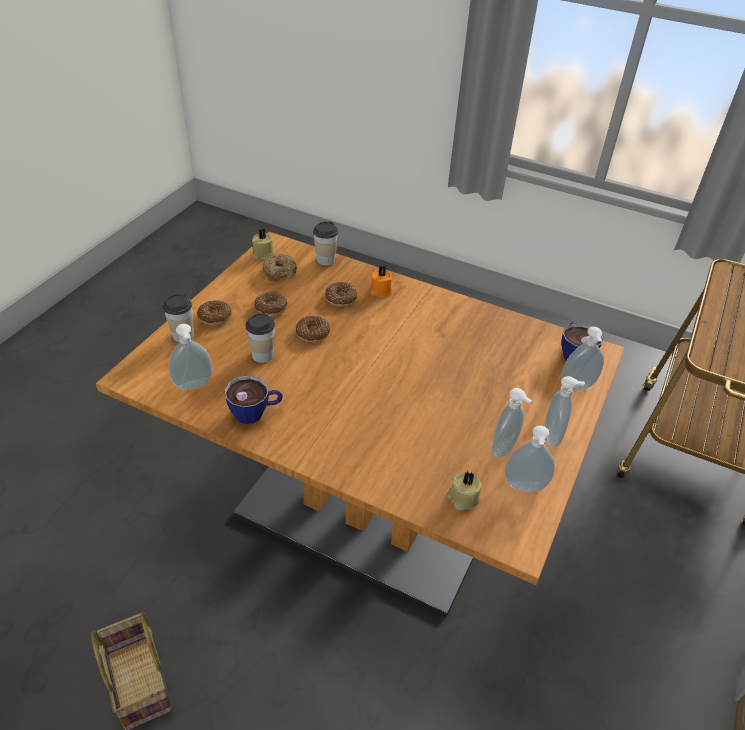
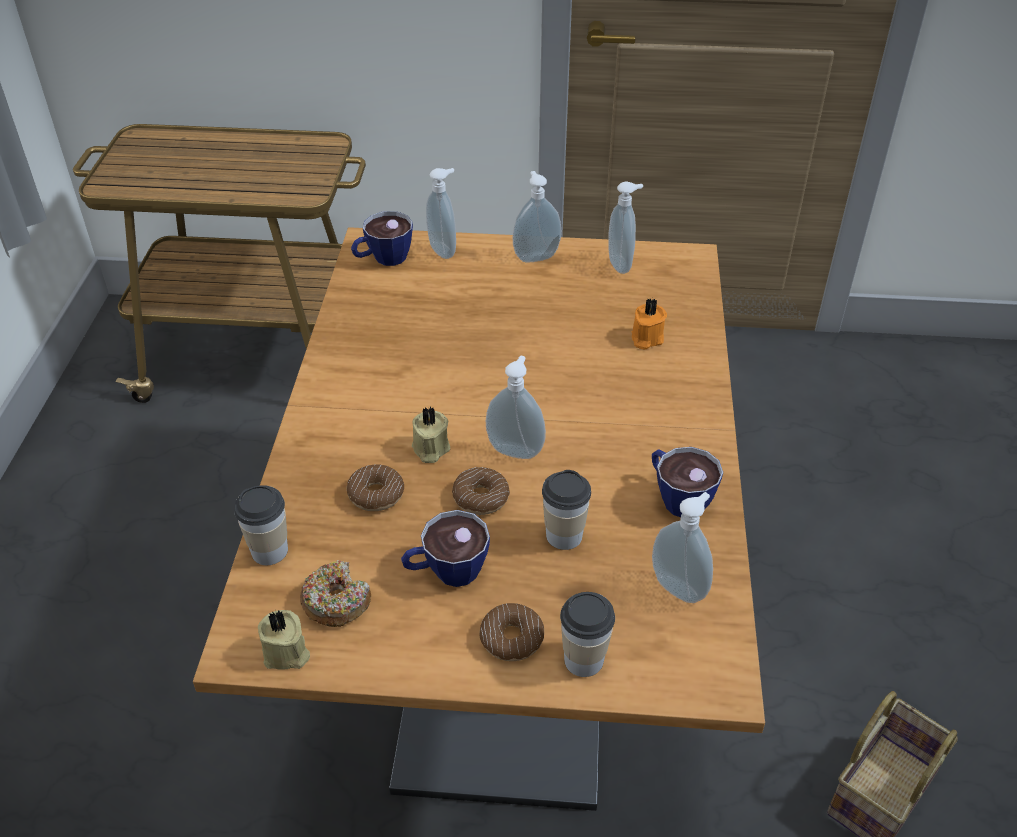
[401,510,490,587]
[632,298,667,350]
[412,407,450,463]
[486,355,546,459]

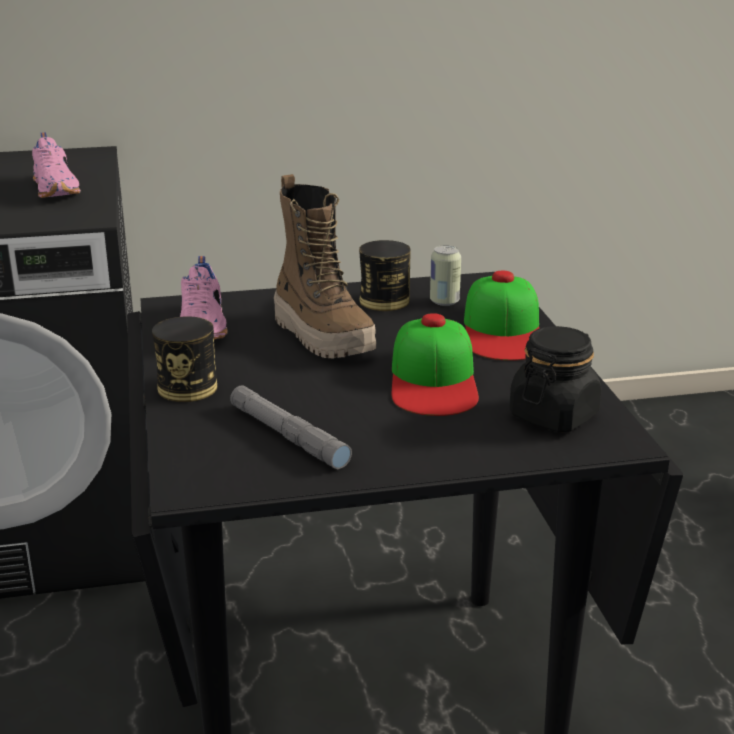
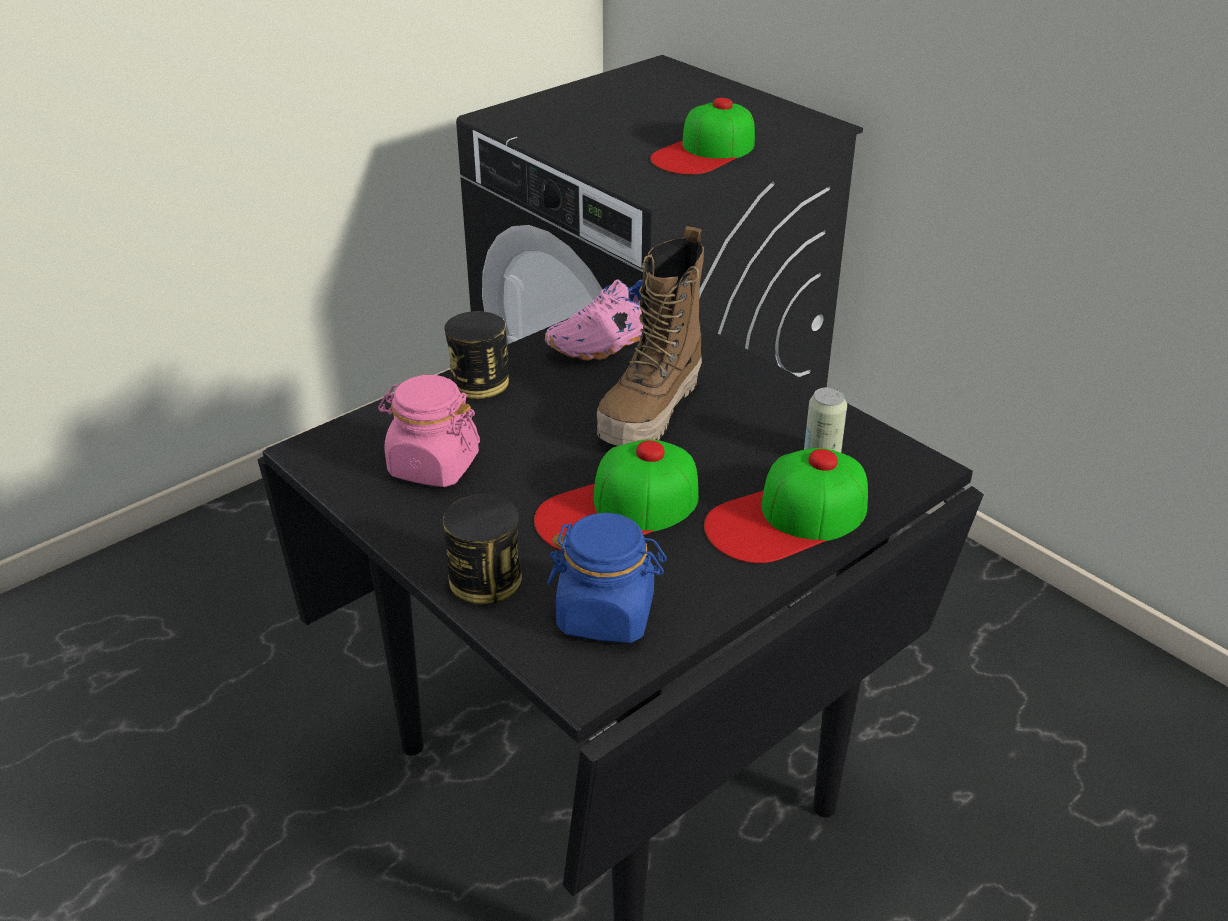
[650,98,755,175]
[378,375,480,487]
[443,494,522,605]
[548,513,667,643]

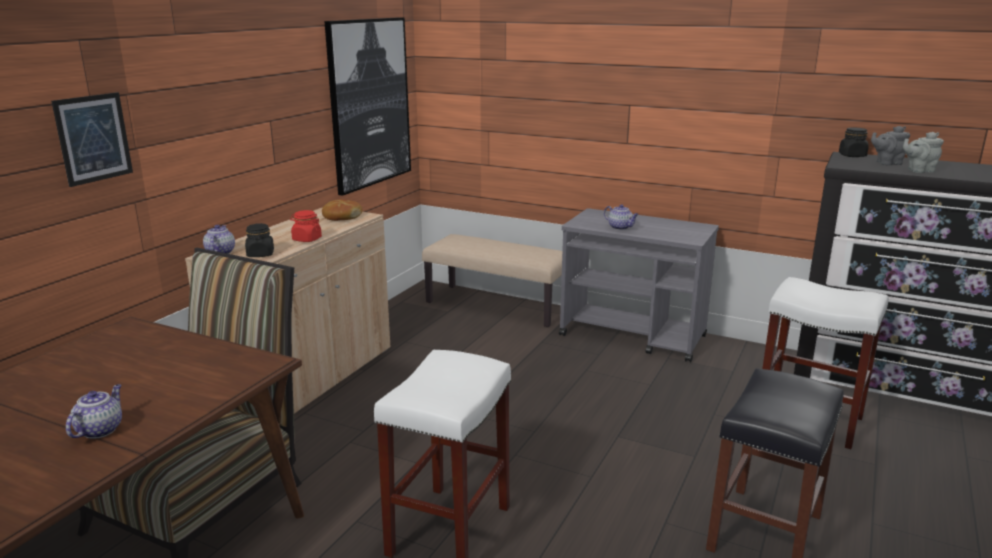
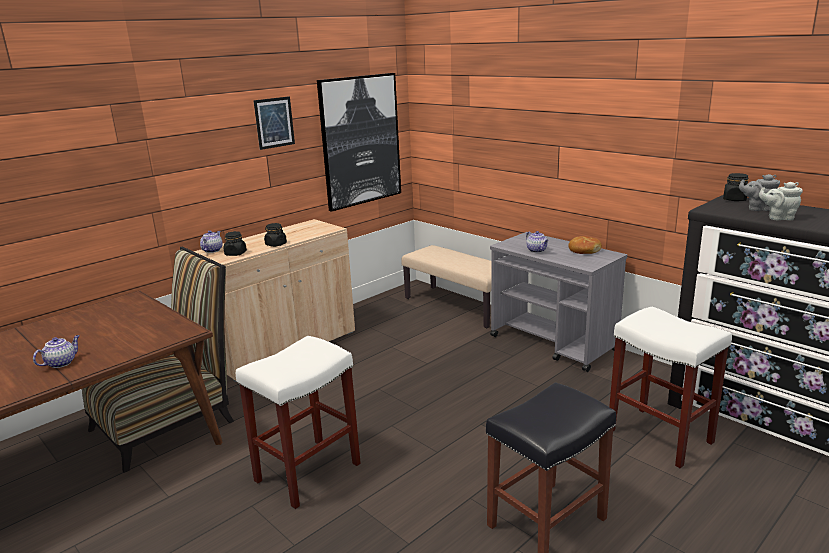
[253,96,295,150]
[264,223,287,247]
[568,236,602,254]

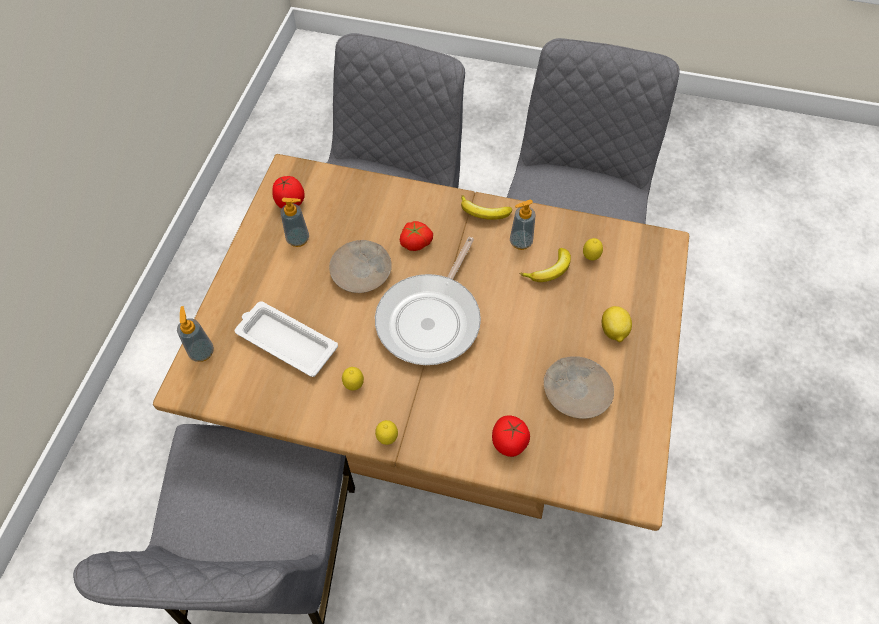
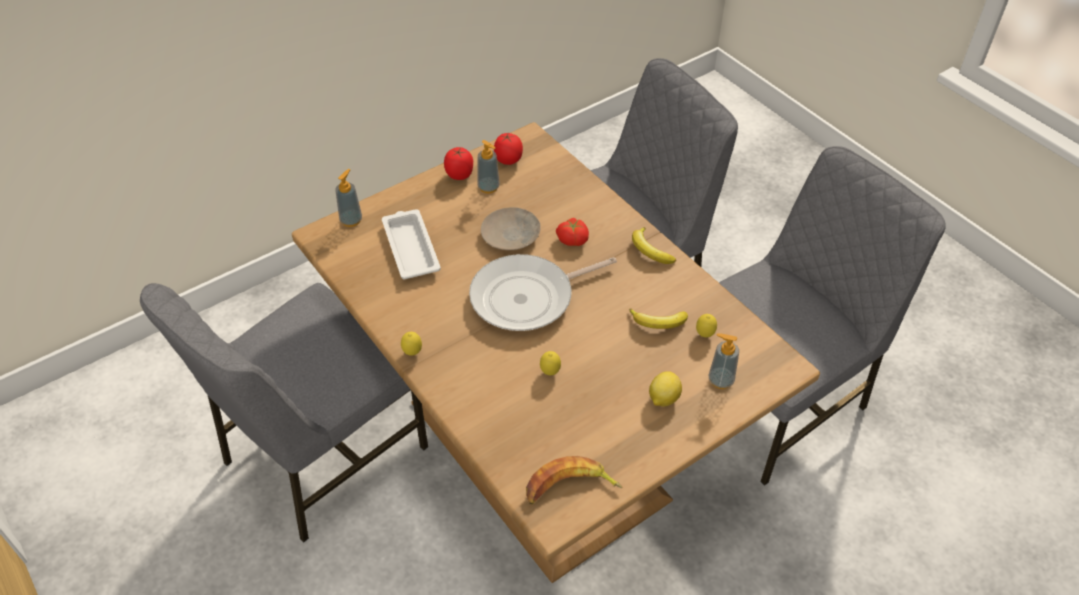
[540,351,561,375]
[444,147,473,180]
[709,333,739,389]
[544,356,614,419] (first image)
[526,456,622,504]

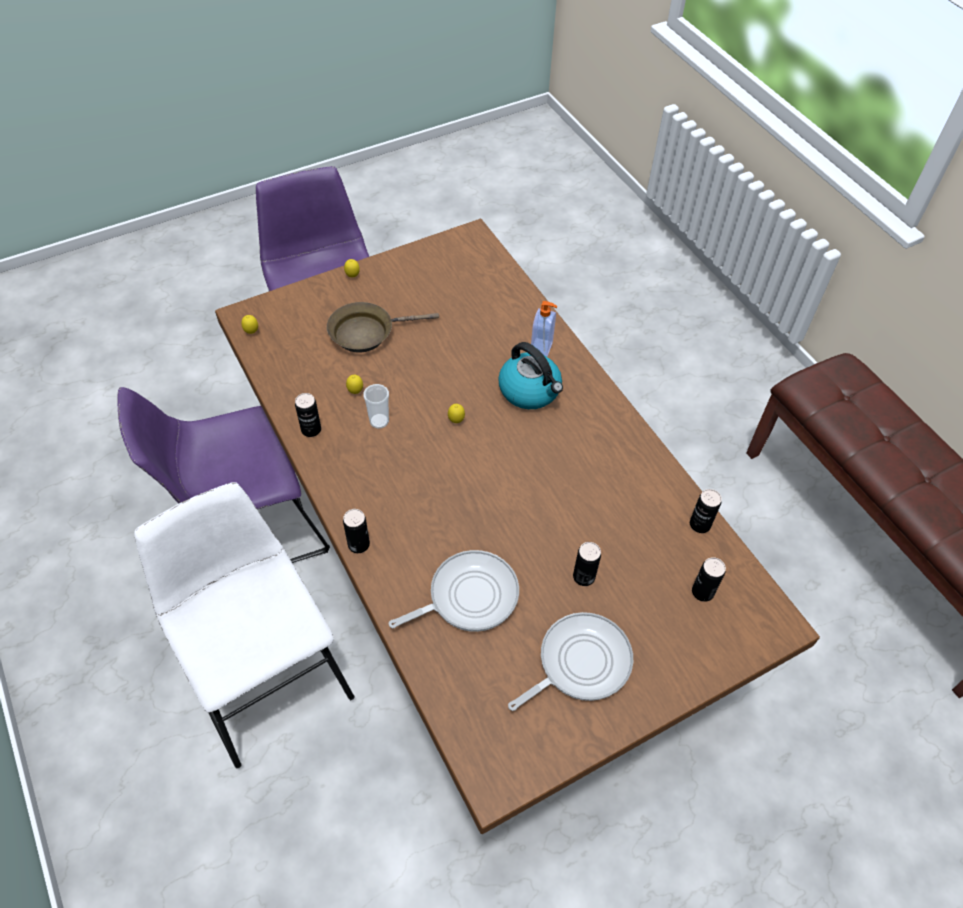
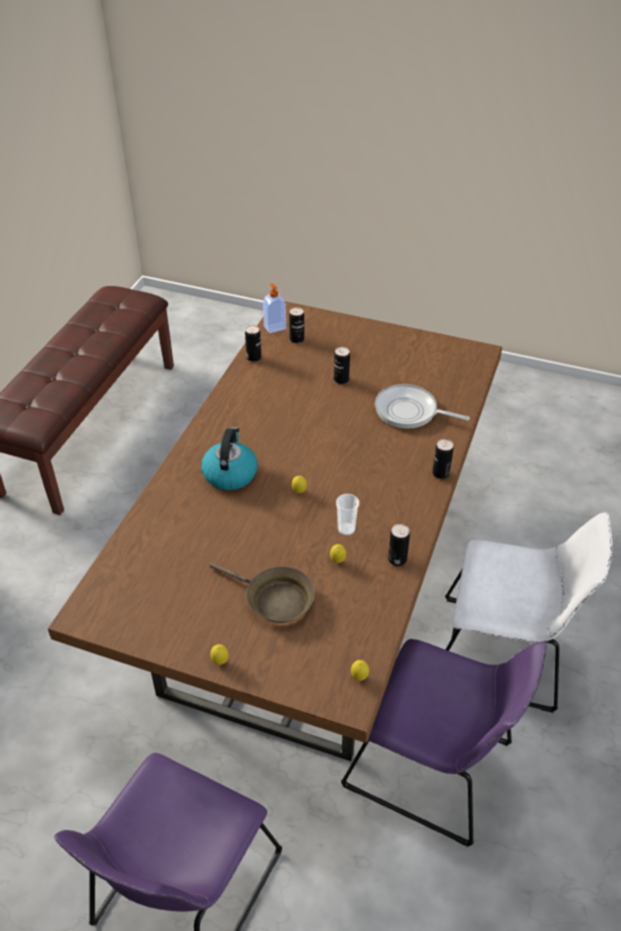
[445,512,612,713]
[508,612,633,711] (first image)
[263,283,286,333]

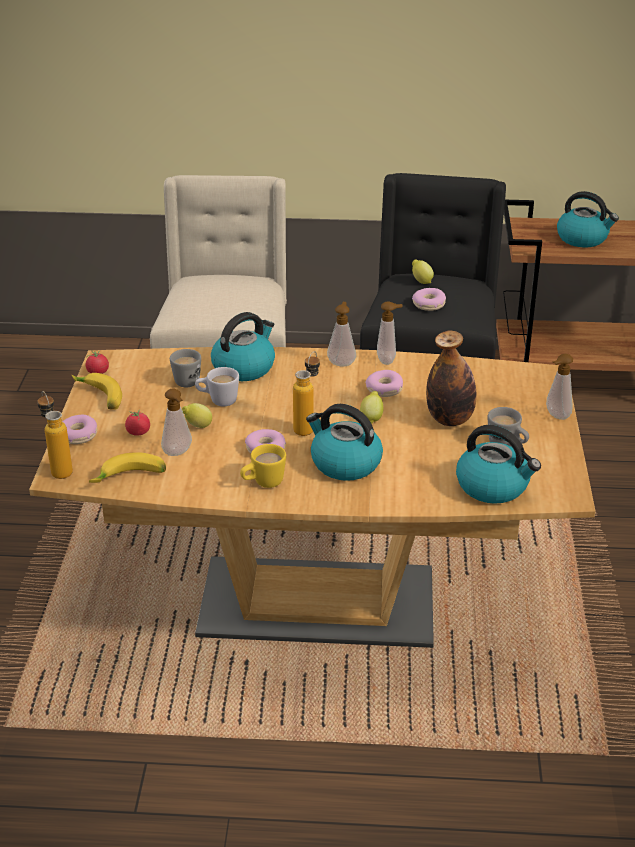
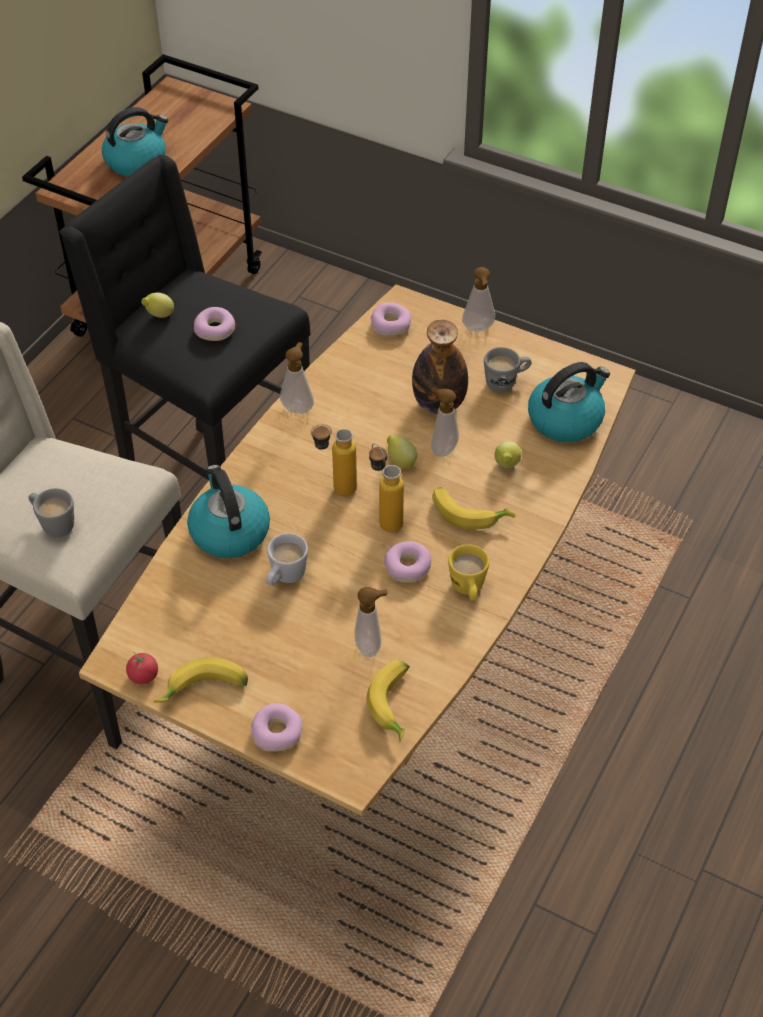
[311,424,357,496]
[125,410,150,436] (first image)
[28,488,74,537]
[494,441,522,468]
[432,487,515,530]
[431,387,459,457]
[370,302,411,336]

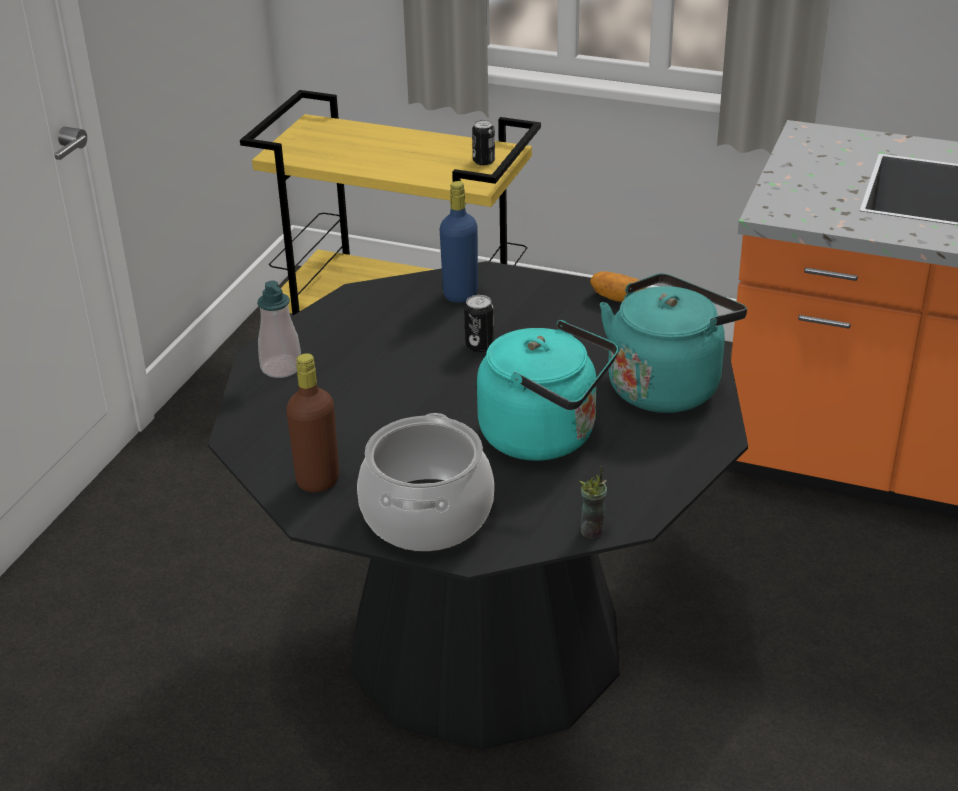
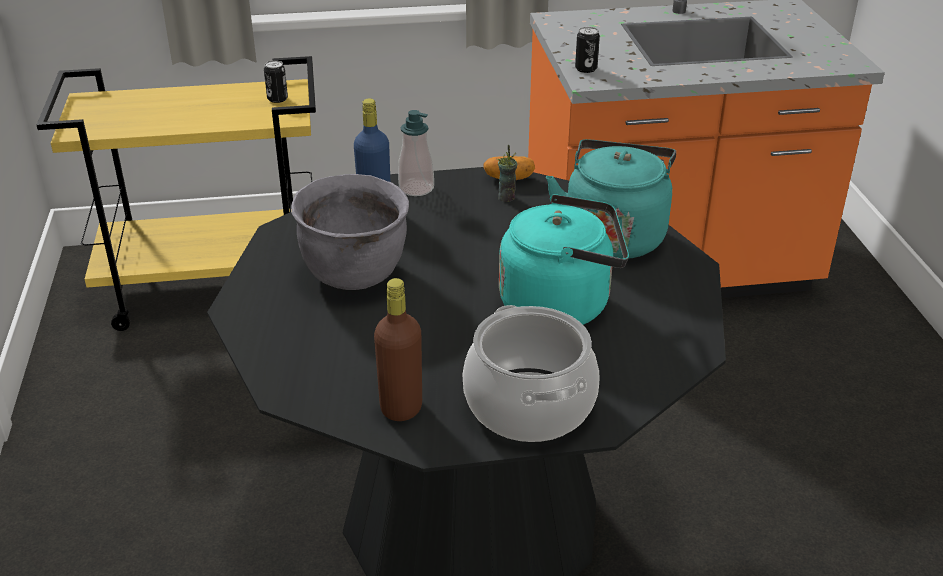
[398,110,434,196]
[575,27,600,73]
[497,145,517,202]
[291,174,409,290]

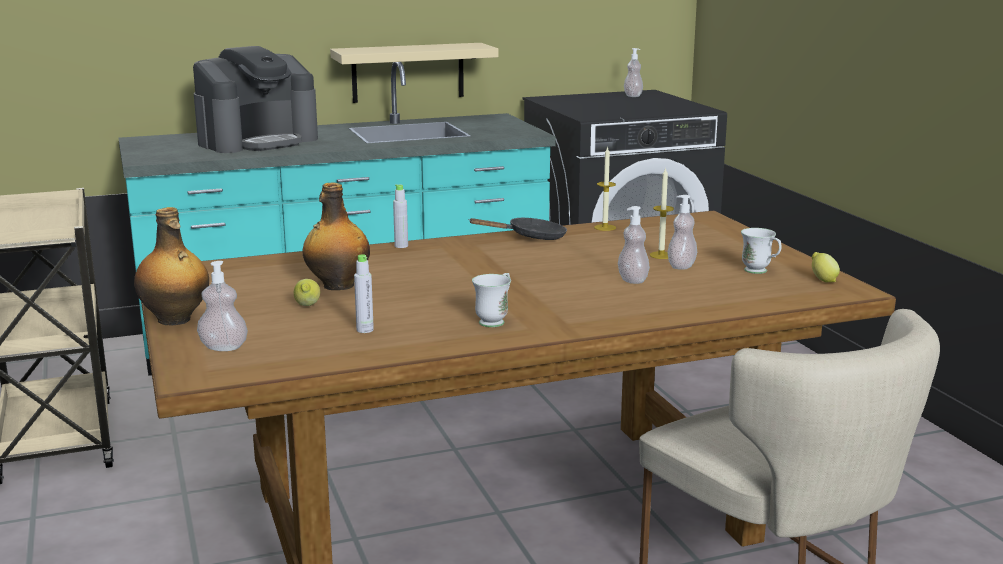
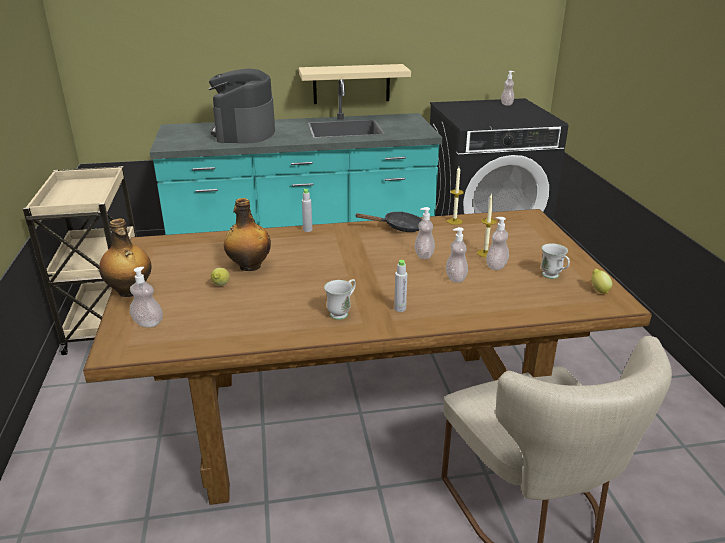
[209,68,275,143]
[394,260,407,312]
[415,207,435,259]

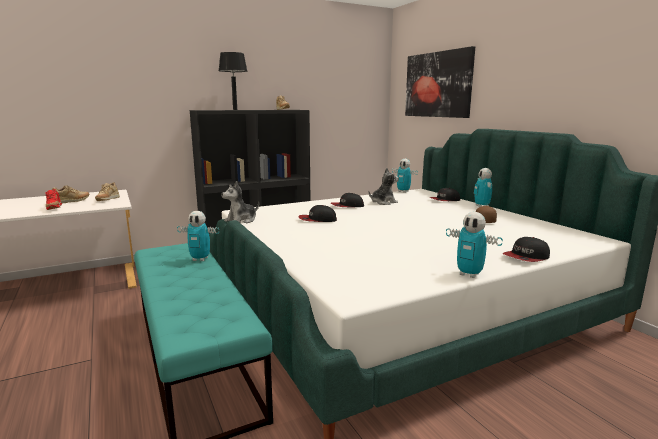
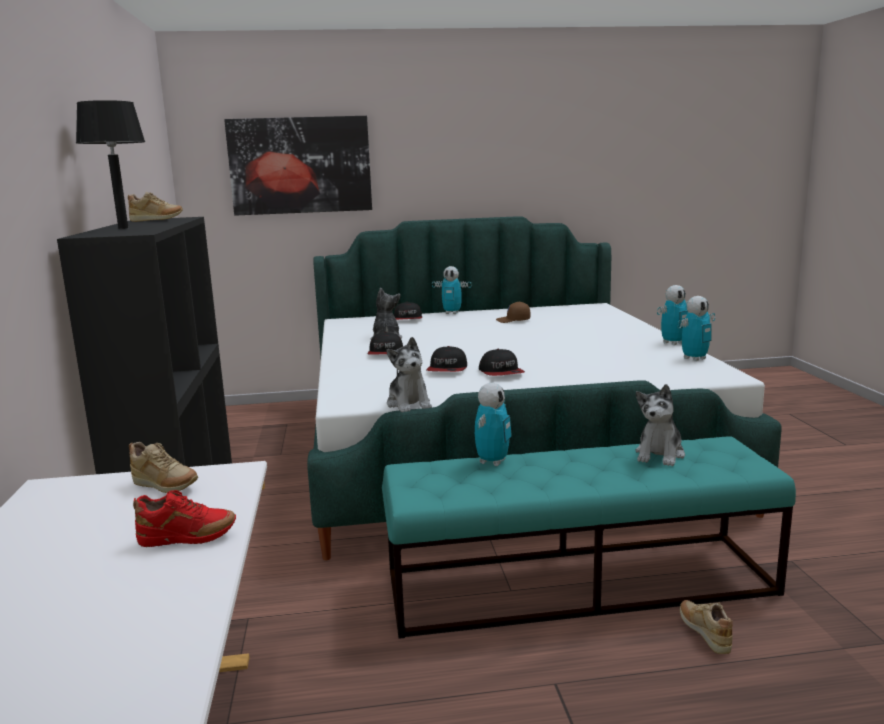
[680,600,733,654]
[678,296,715,361]
[479,349,525,376]
[635,384,685,466]

